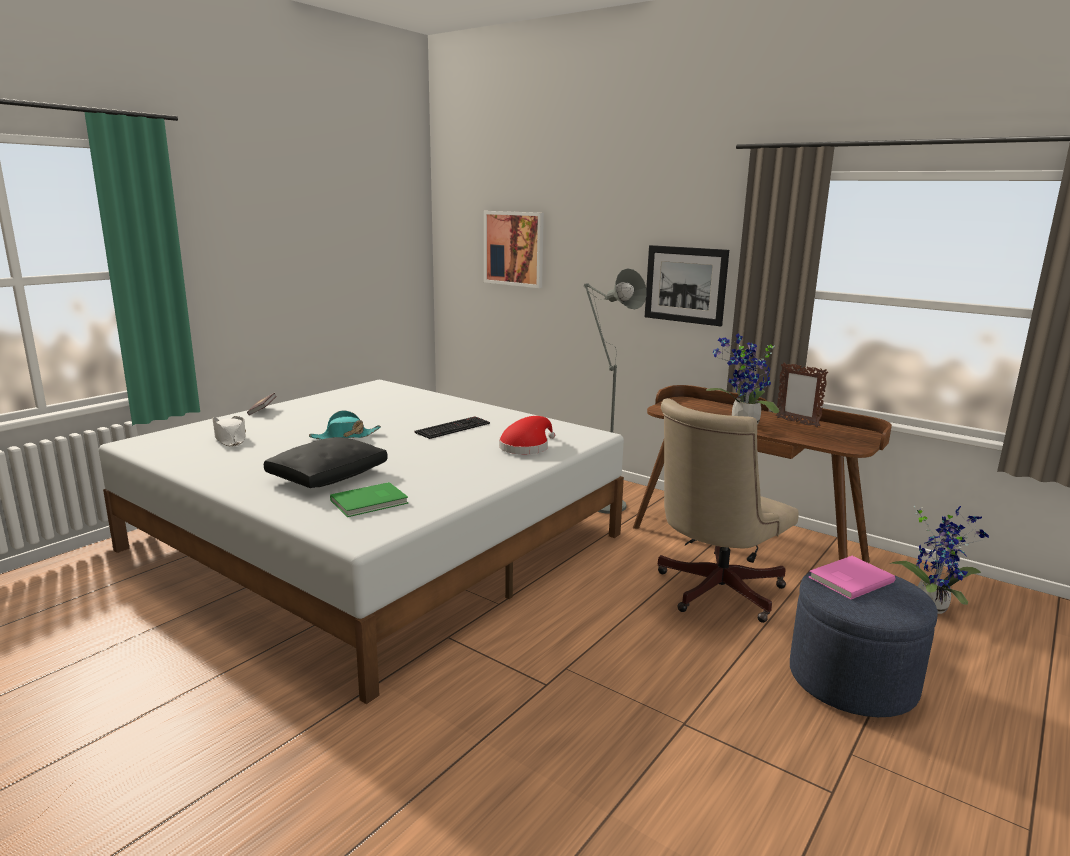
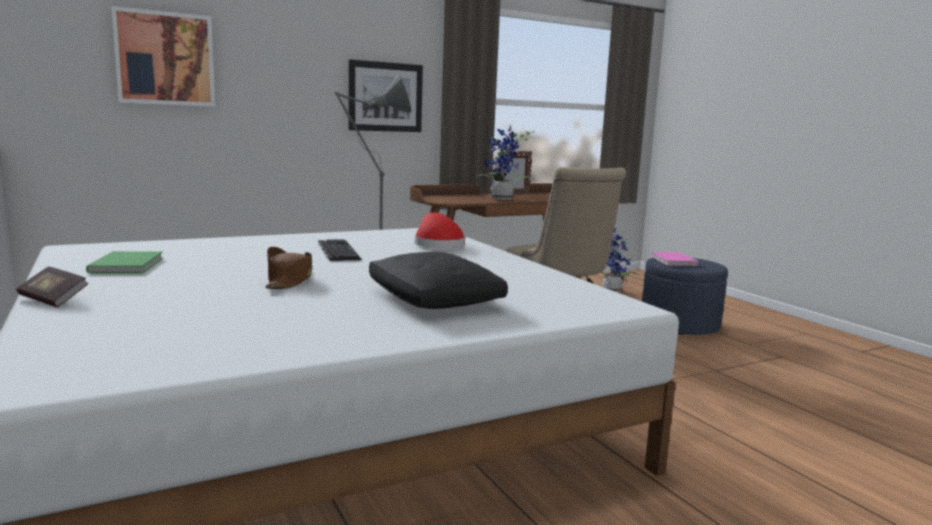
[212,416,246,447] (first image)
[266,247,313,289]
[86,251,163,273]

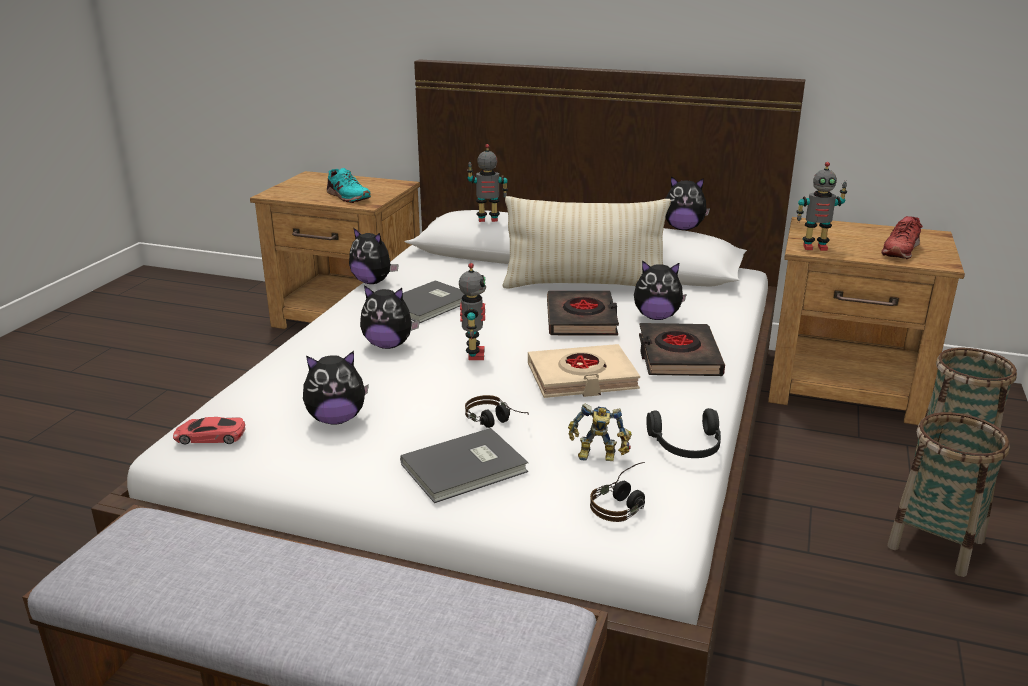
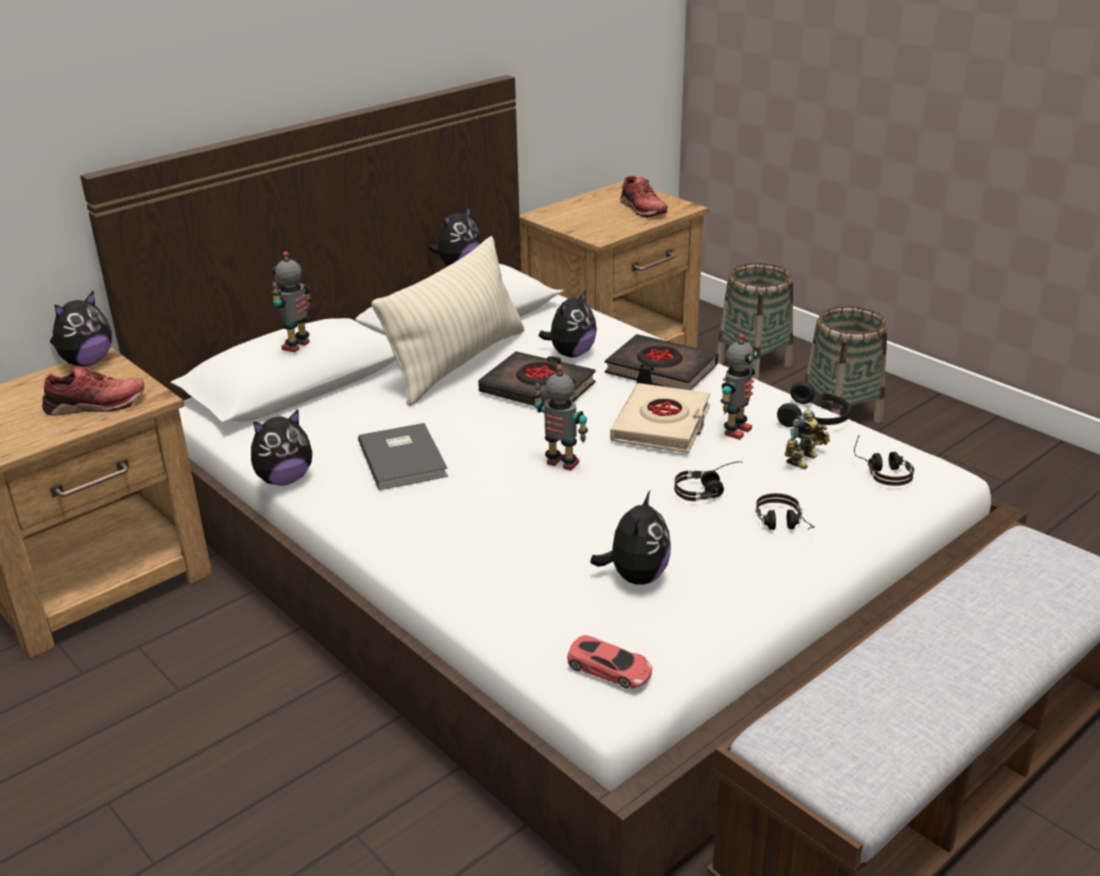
[567,635,652,689]
[42,366,144,416]
[50,291,112,366]
[756,493,814,530]
[721,334,757,440]

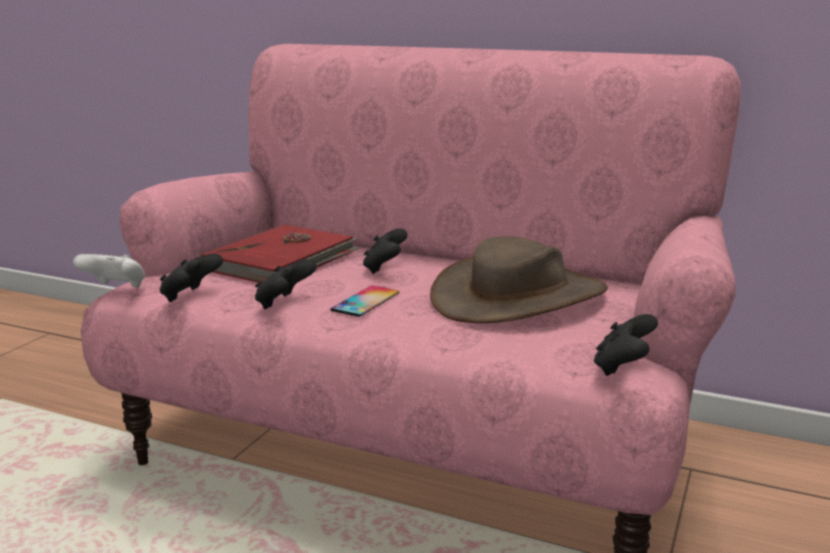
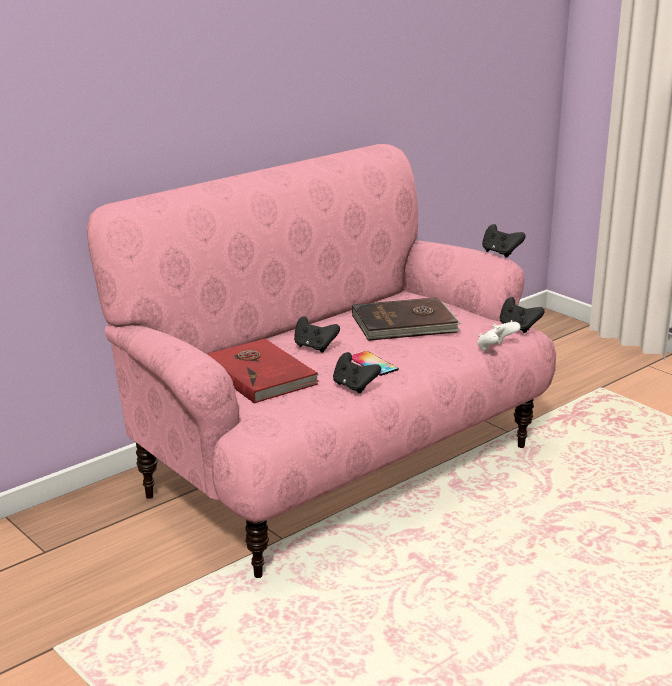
[477,322,521,351]
[482,224,526,258]
[352,297,462,341]

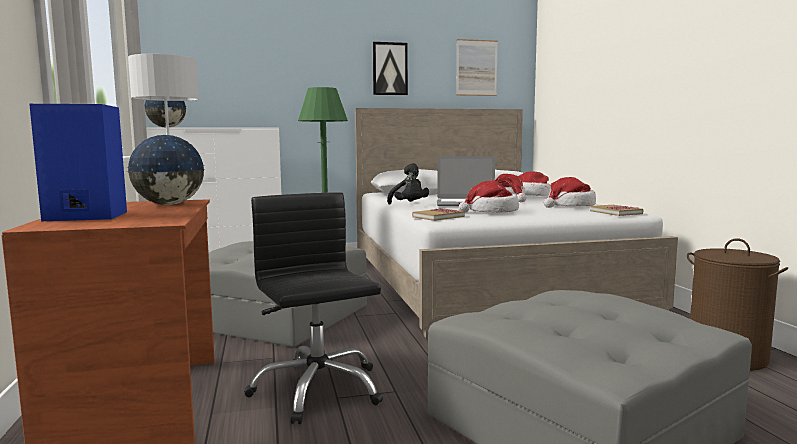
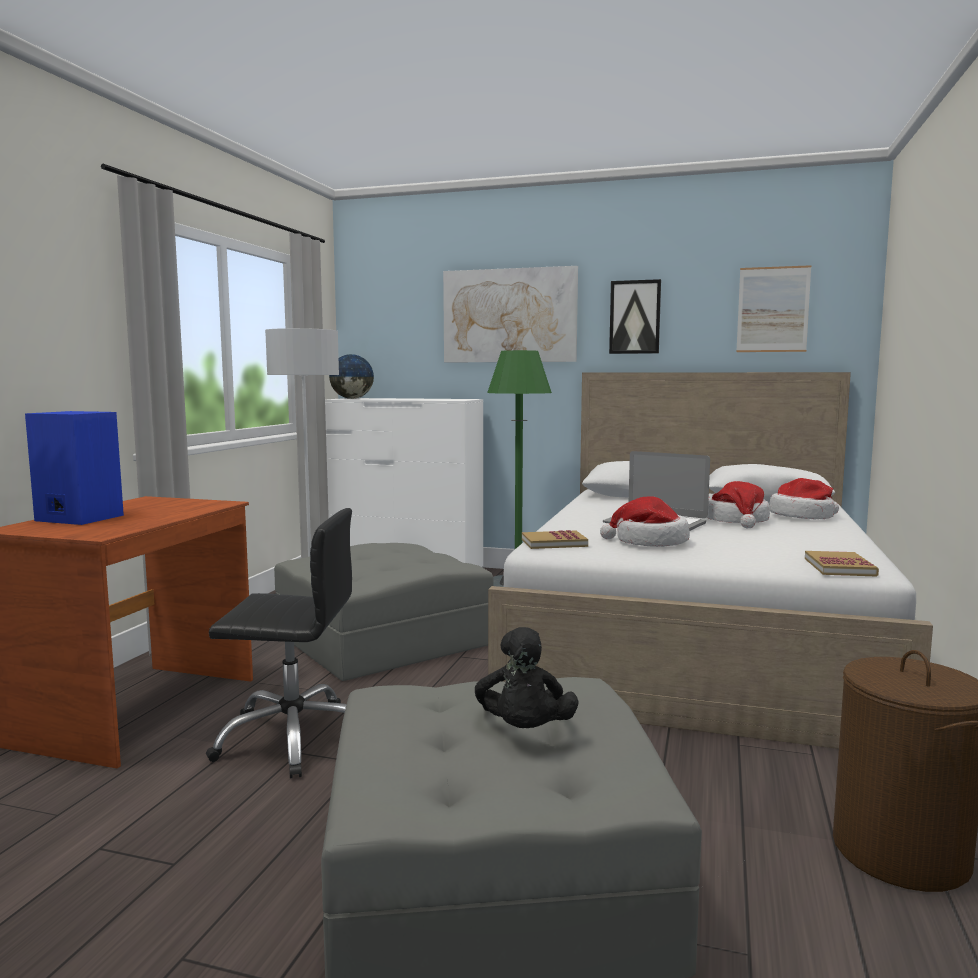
[127,135,205,205] (first image)
[206,508,352,779]
[475,627,578,728]
[544,177,596,208] (first image)
[443,266,578,362]

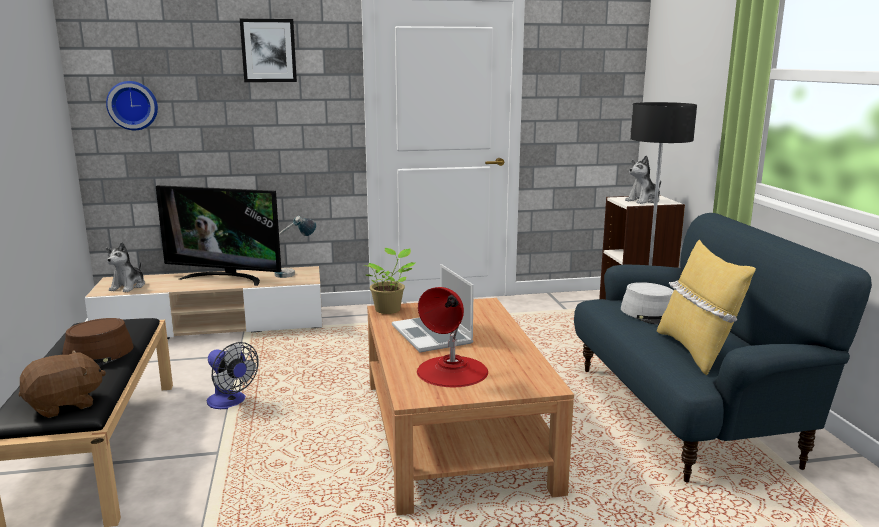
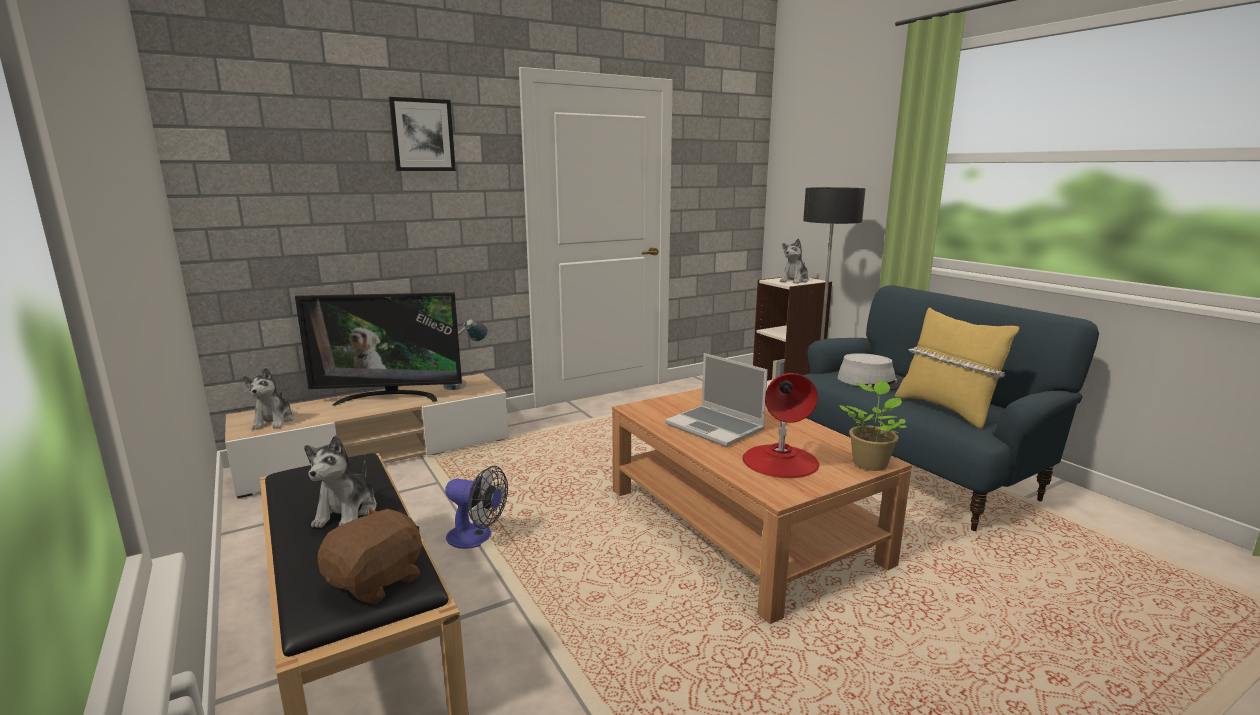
[304,435,377,528]
[106,81,158,130] (first image)
[839,380,907,471]

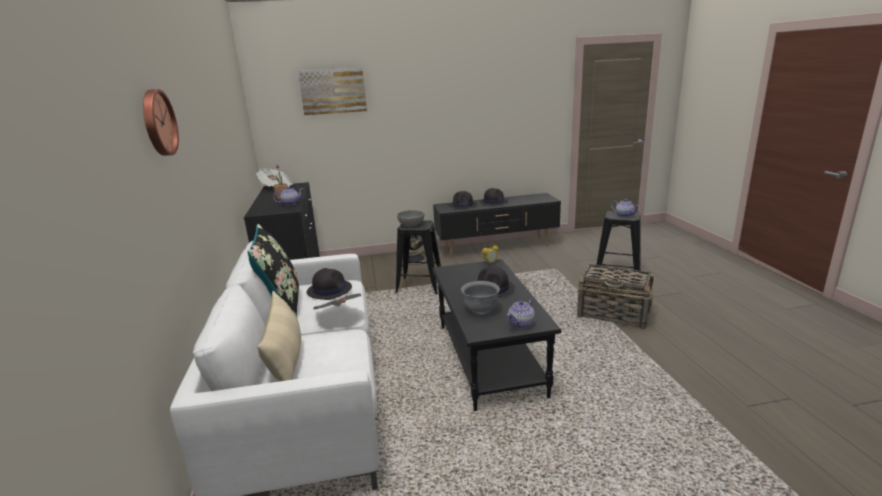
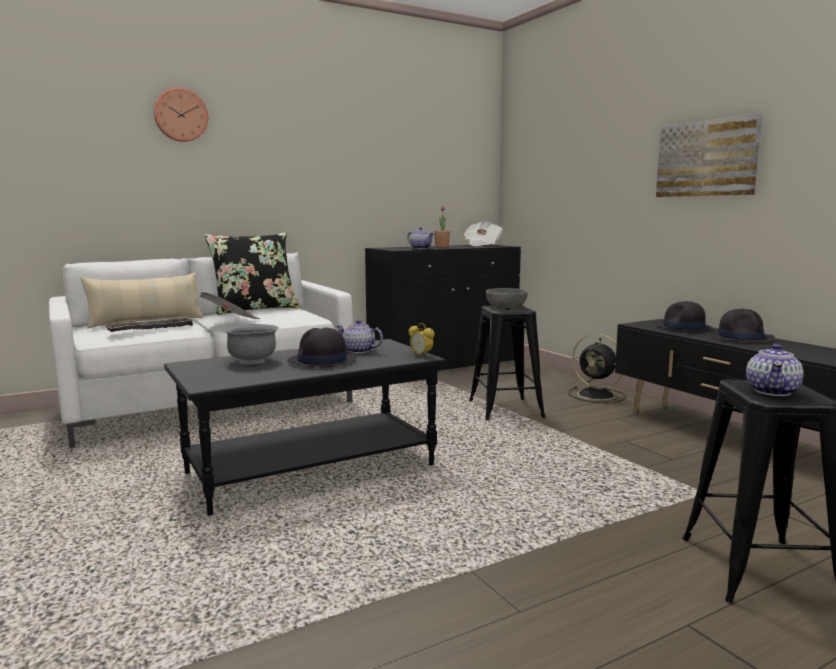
[656,113,762,197]
[307,268,352,300] (first image)
[336,320,383,353]
[577,264,655,330] (first image)
[105,316,195,332]

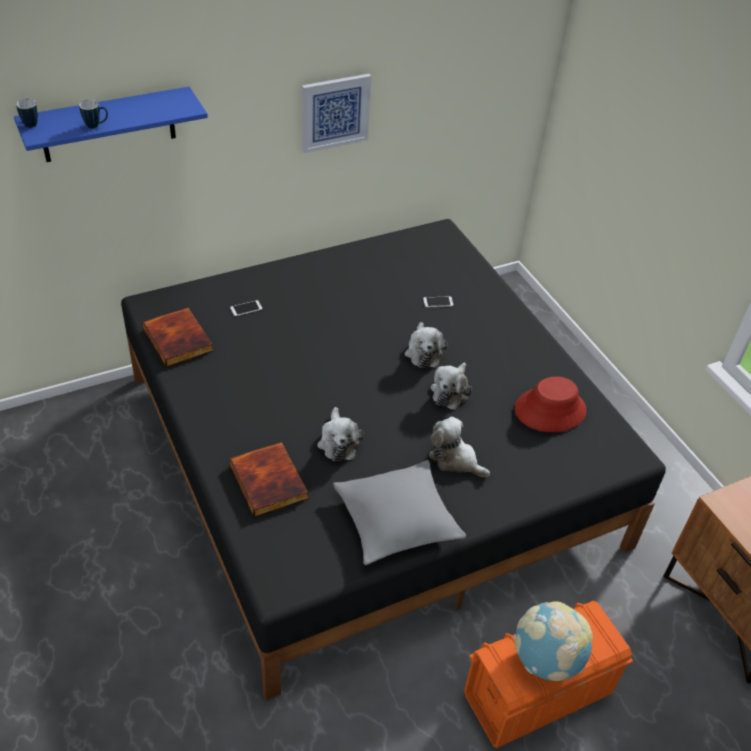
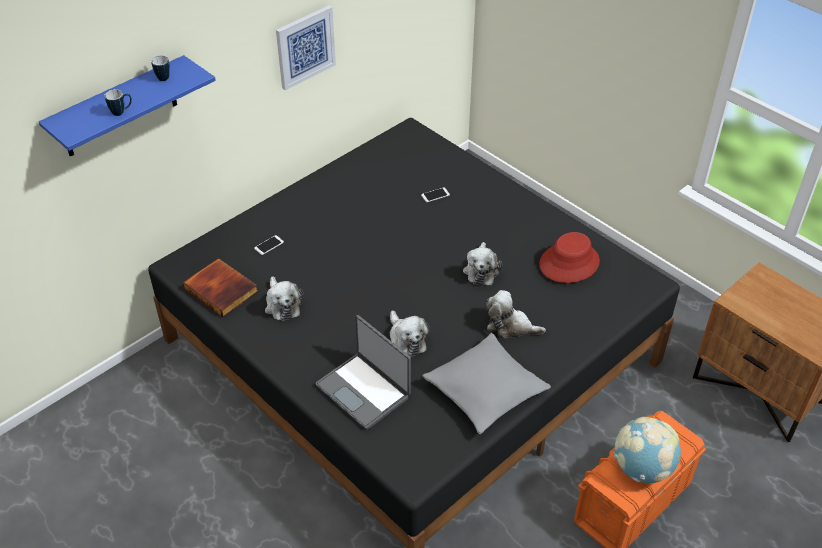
[151,56,170,81]
[316,315,411,430]
[265,276,304,321]

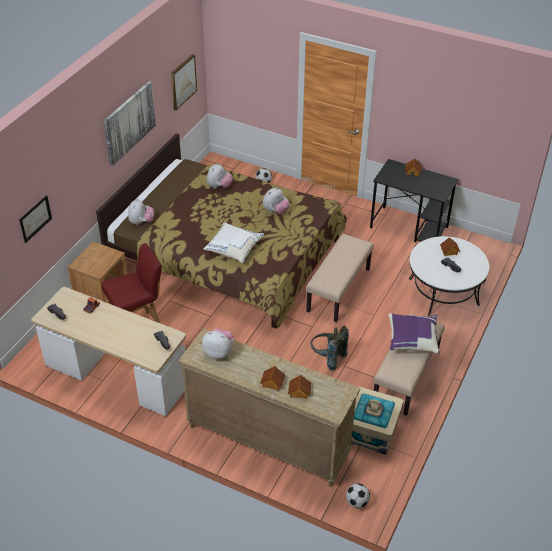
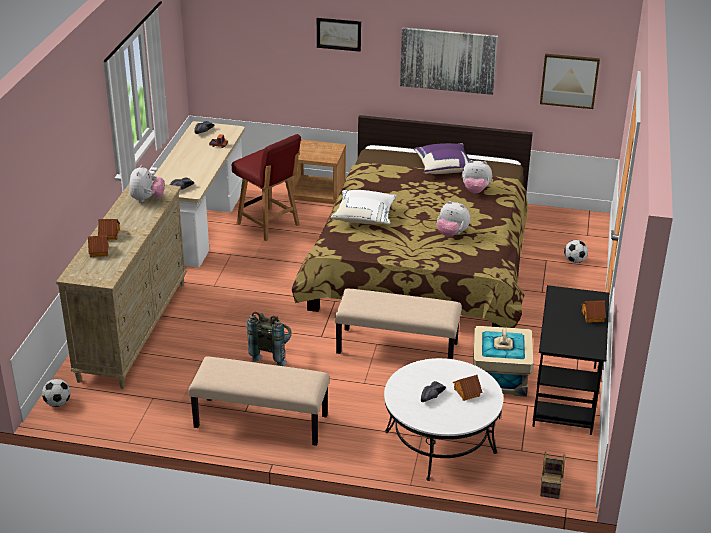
[317,18,361,52]
[128,198,154,225] (first image)
[473,326,533,397]
[414,143,470,174]
[540,451,565,499]

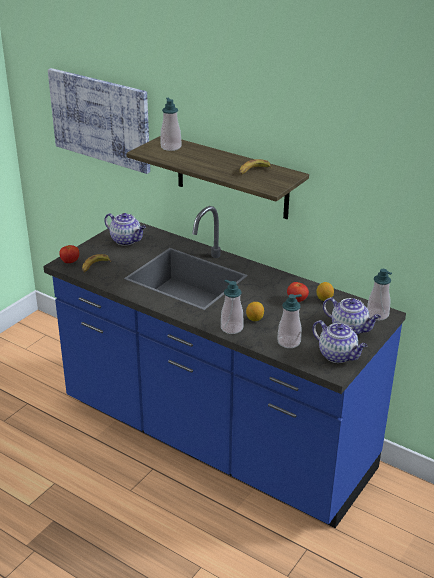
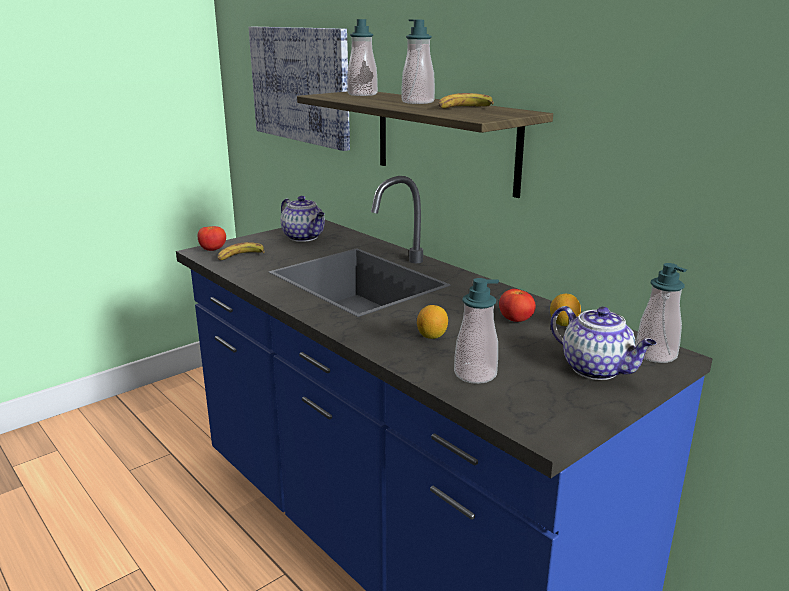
[402,20,435,104]
[312,320,367,363] (first image)

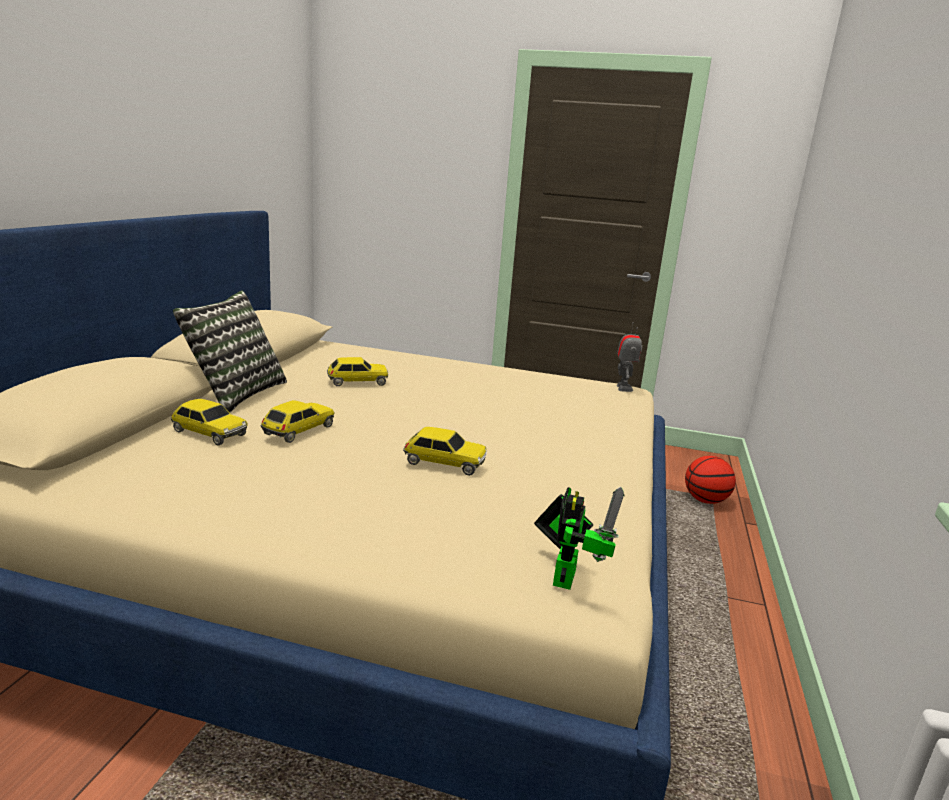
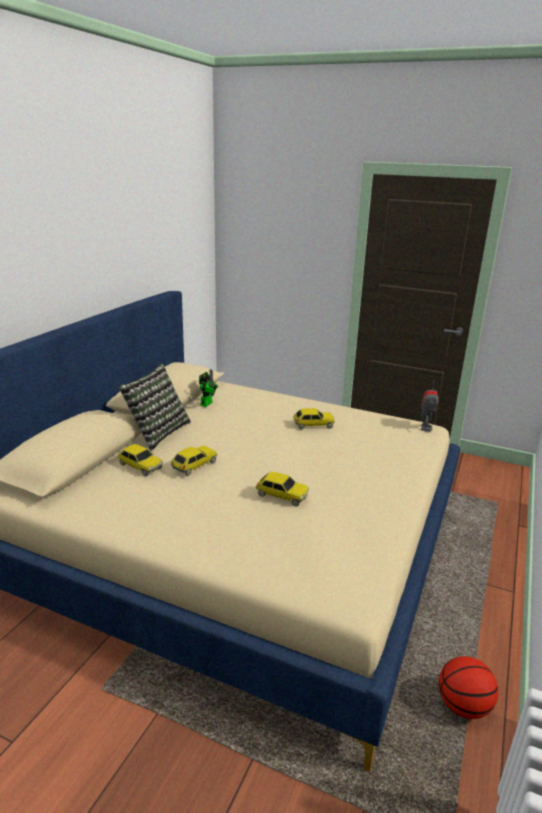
[293,408,335,429]
[199,369,218,407]
[439,656,498,719]

